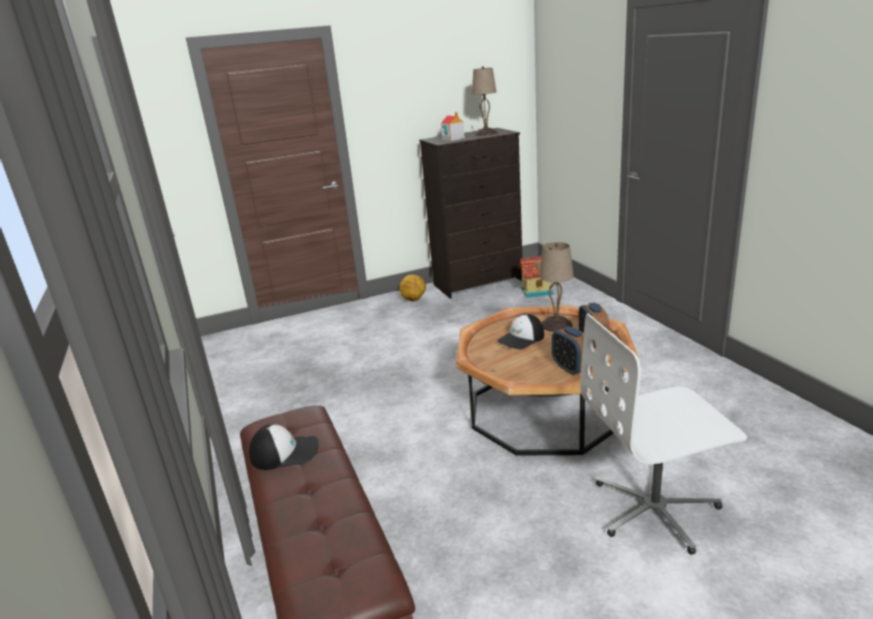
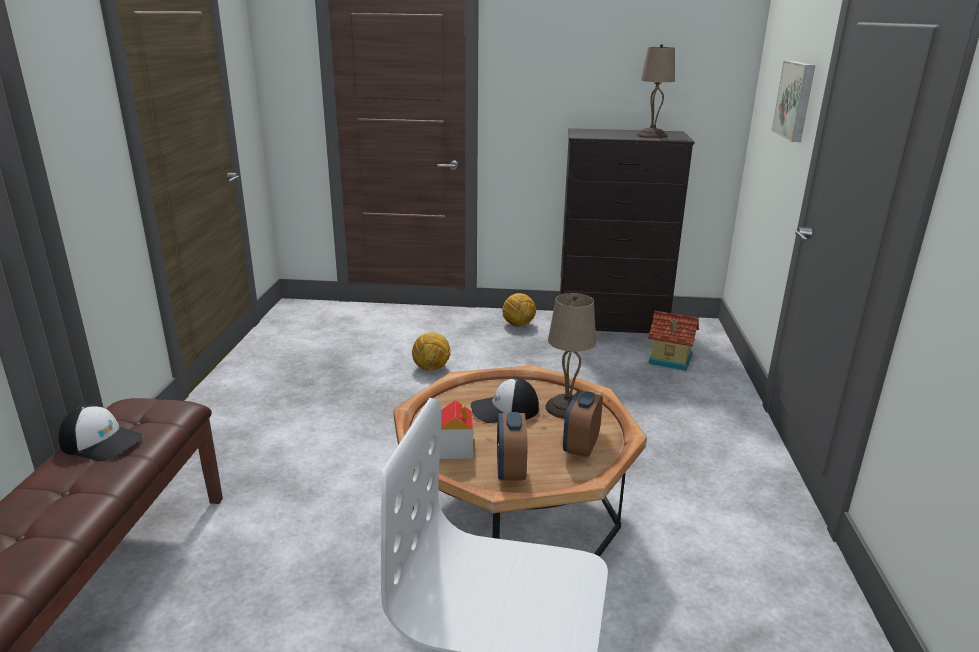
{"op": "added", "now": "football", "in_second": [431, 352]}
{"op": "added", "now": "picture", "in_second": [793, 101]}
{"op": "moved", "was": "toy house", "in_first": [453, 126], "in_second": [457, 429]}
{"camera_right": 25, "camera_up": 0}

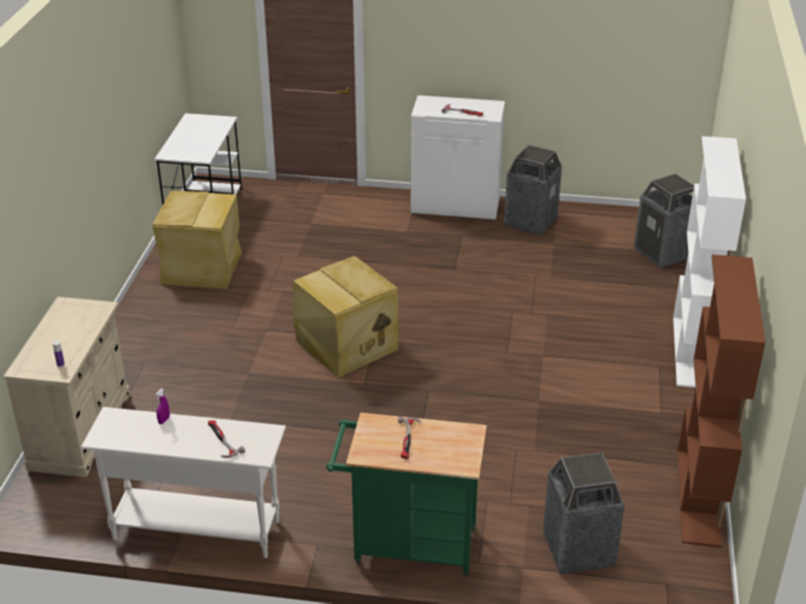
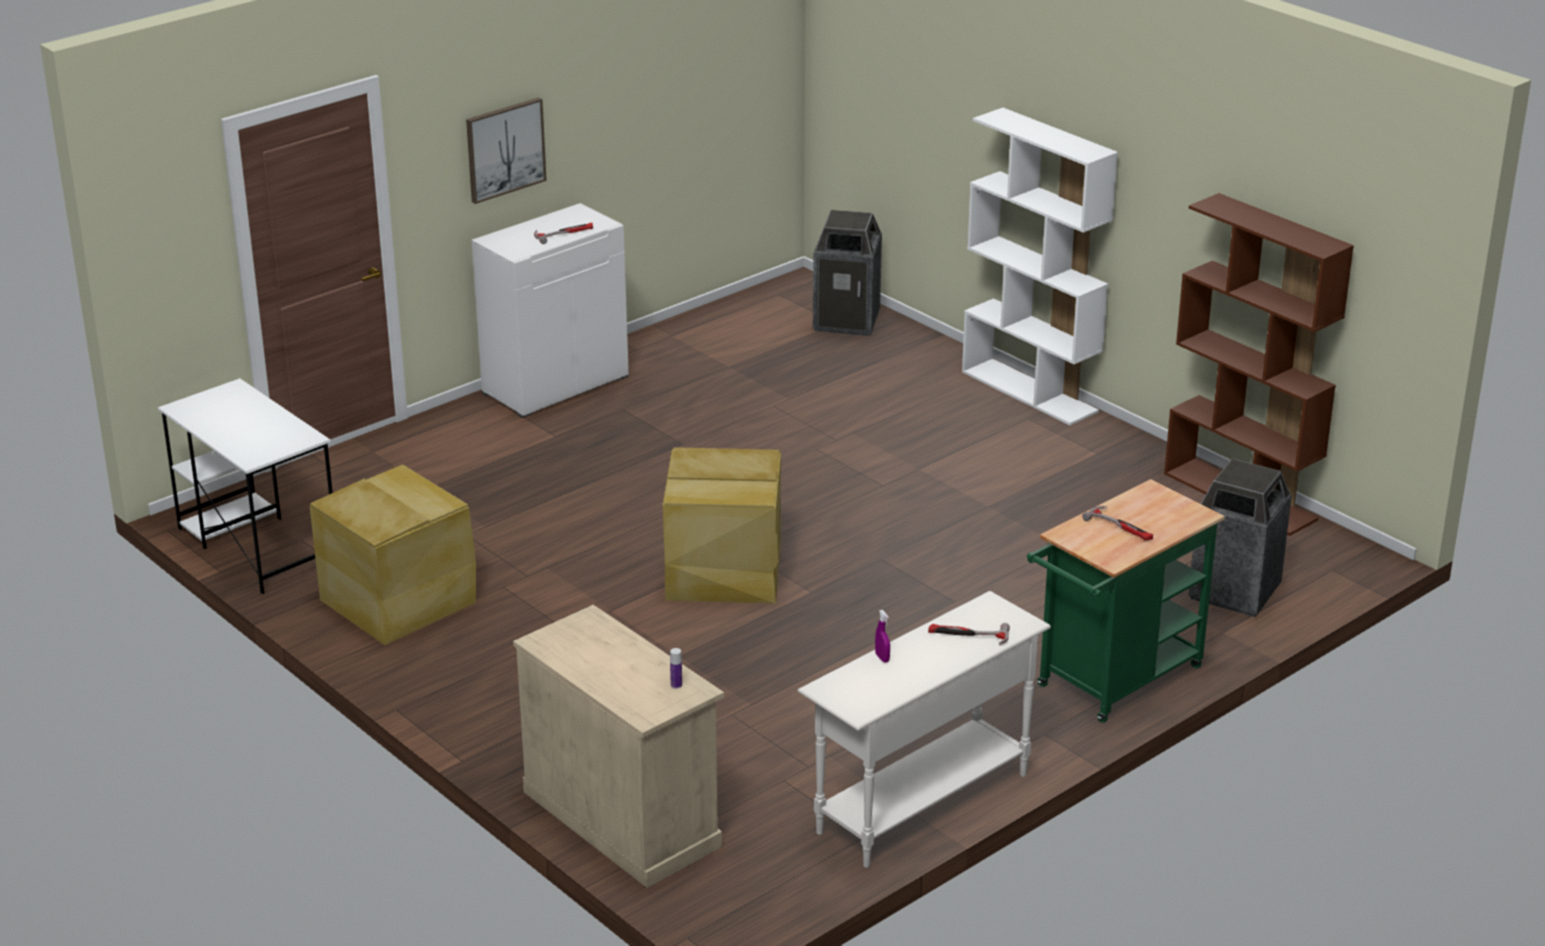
{"op": "removed", "was": "trash can", "in_first": [533, 190]}
{"op": "added", "now": "picture", "in_second": [506, 150]}
{"camera_right": -50, "camera_up": -5}

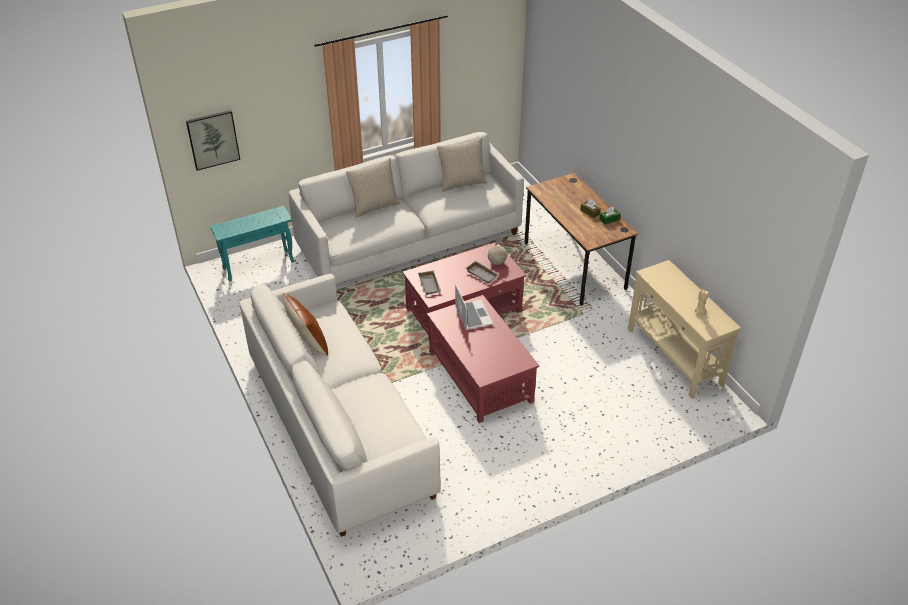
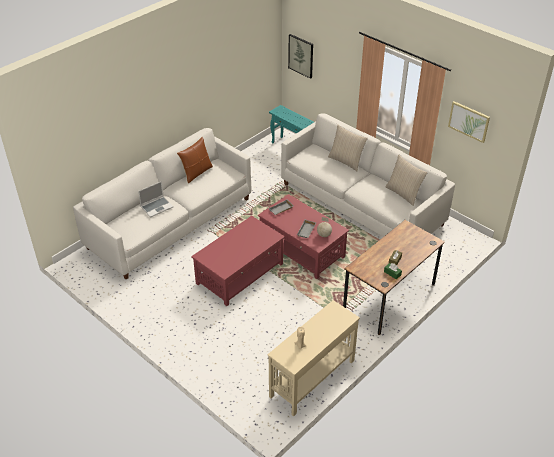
{"op": "added", "now": "picture", "in_second": [469, 122]}
{"op": "moved", "was": "laptop", "in_first": [474, 307], "in_second": [155, 199]}
{"camera_right": 70, "camera_up": 0}

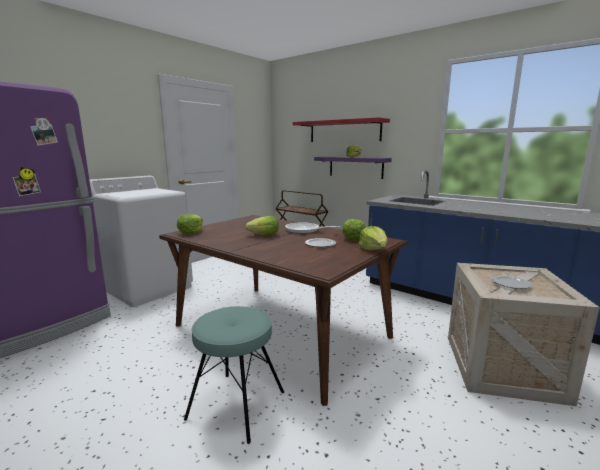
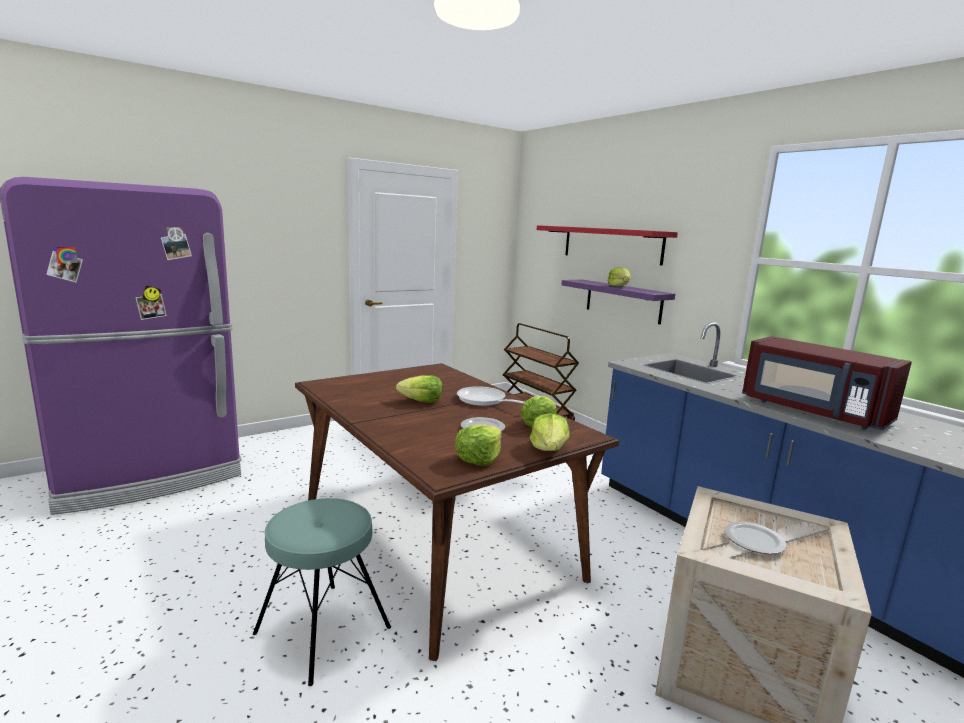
{"op": "removed", "was": "washing machine/white", "in_first": [141, 241]}
{"op": "added", "now": "microwave/red", "in_second": [827, 383]}
{"op": "moved", "was": "lettuce", "in_first": [190, 224], "in_second": [478, 445]}
{"camera_right": 15, "camera_up": 0}

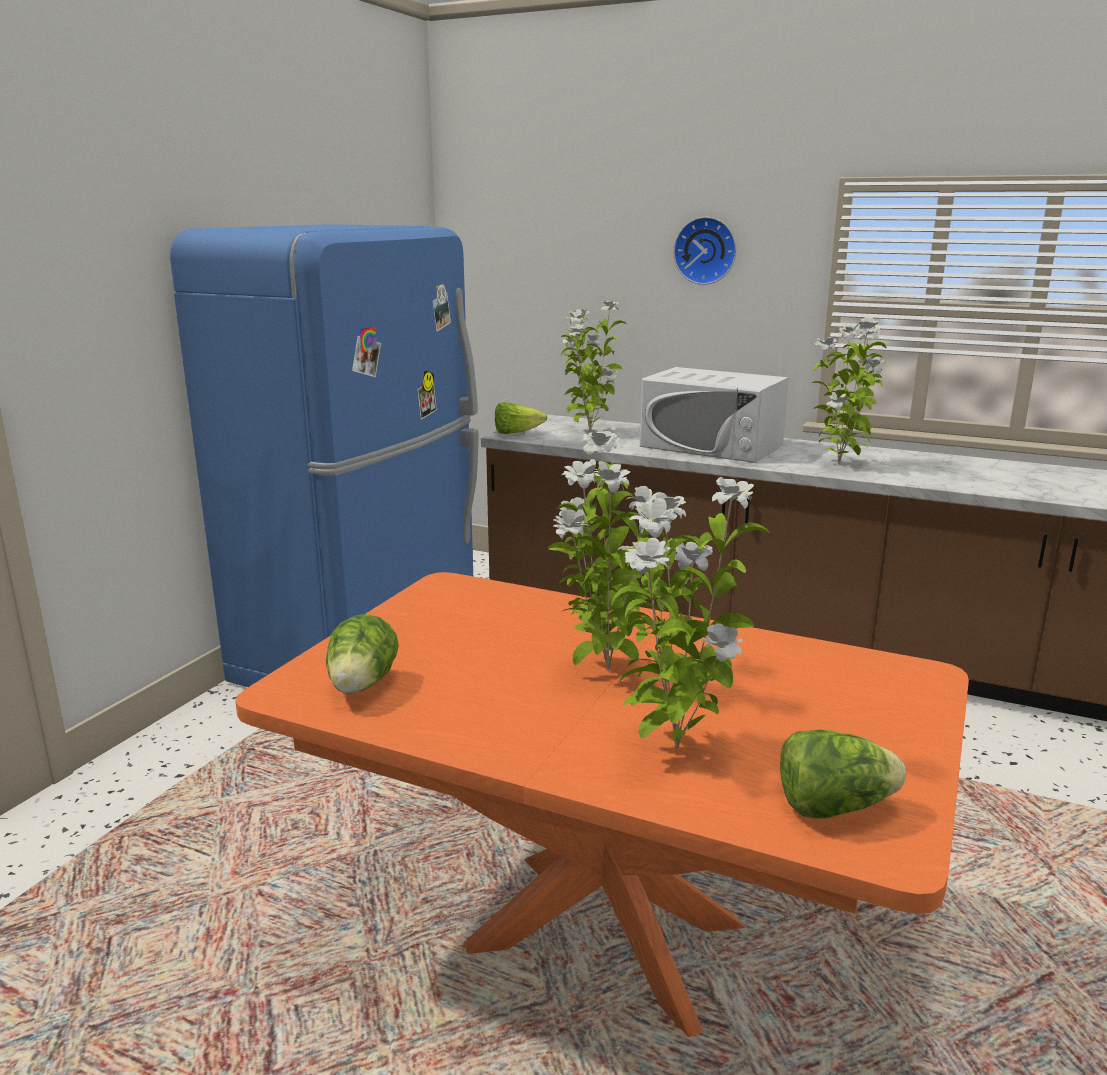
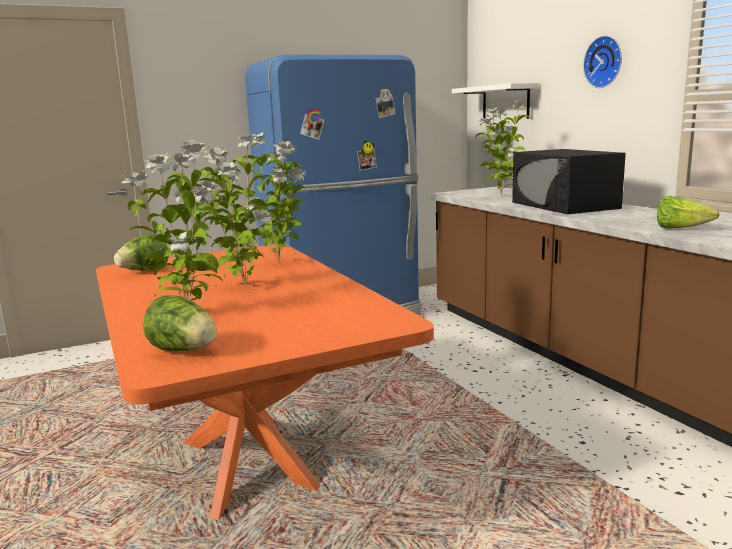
{"op": "added", "now": "shelf/white", "in_second": [495, 101]}
{"op": "moved", "was": "lettuce", "in_first": [521, 418], "in_second": [688, 212]}
{"op": "moved", "was": "potted plant", "in_first": [849, 391], "in_second": [275, 197]}
{"op": "recoloured", "was": "microwave/white", "now": "microwave/black", "in_first": [714, 415], "in_second": [569, 181]}
{"camera_right": 40, "camera_up": -5}

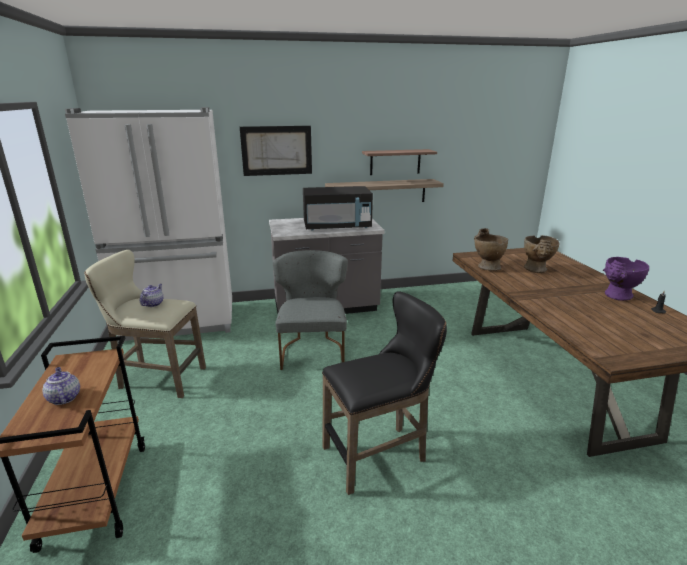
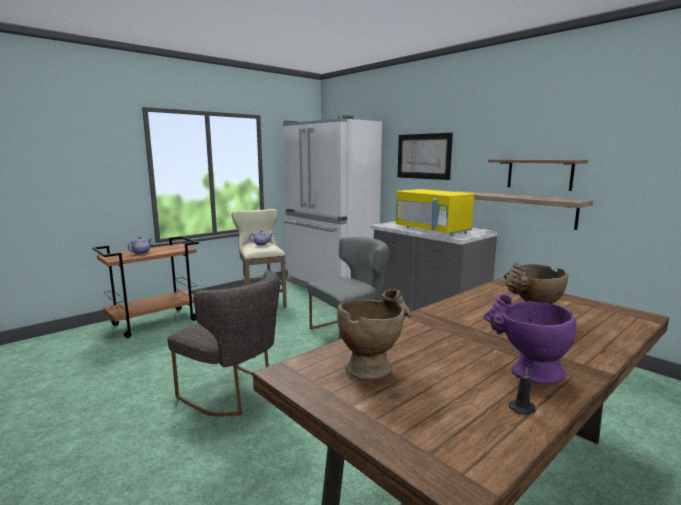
{"op": "moved", "was": "vase/beige", "in_first": [491, 249], "in_second": [374, 334]}
{"op": "replaced", "was": "stool/black", "now": "chair/grey", "in_first": [384, 393], "in_second": [223, 343]}
{"op": "recoloured", "was": "microwave/black", "now": "microwave/yellow", "in_first": [338, 208], "in_second": [435, 212]}
{"camera_right": 60, "camera_up": -10}

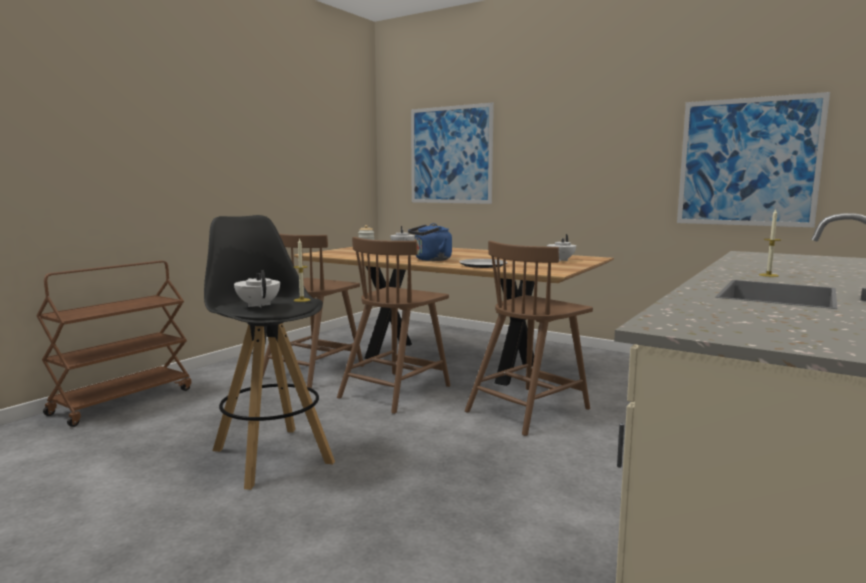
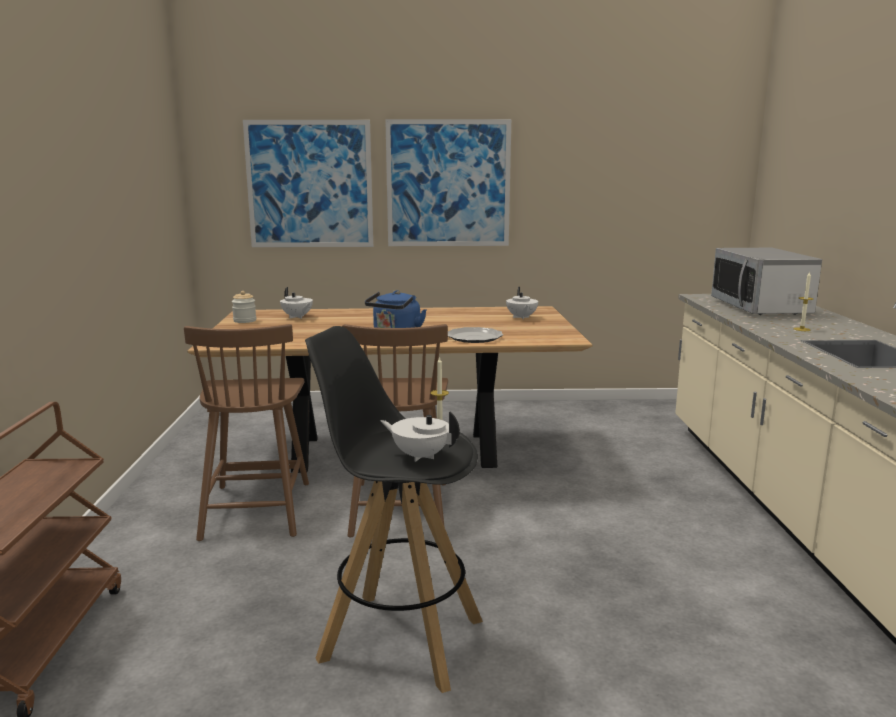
{"op": "removed", "was": "chair/brown", "in_first": [529, 338]}
{"op": "added", "now": "microwave", "in_second": [766, 281]}
{"op": "moved", "was": "picture", "in_first": [753, 160], "in_second": [448, 182]}
{"camera_right": -35, "camera_up": 5}

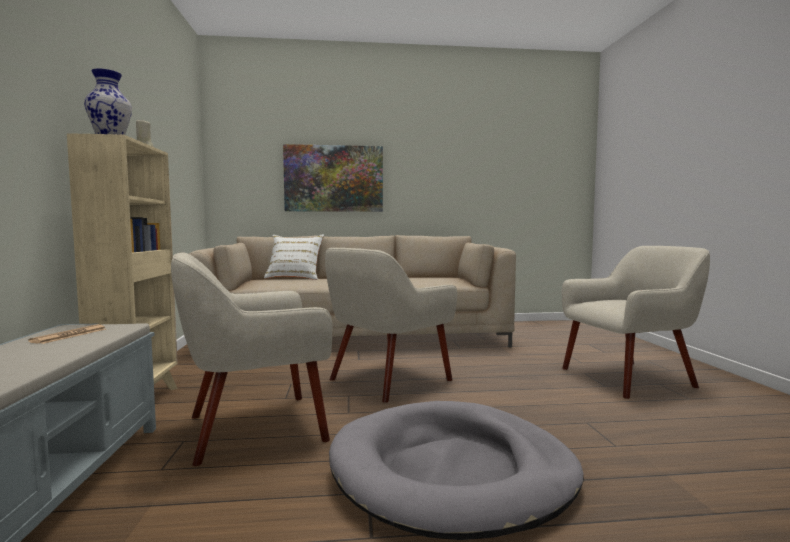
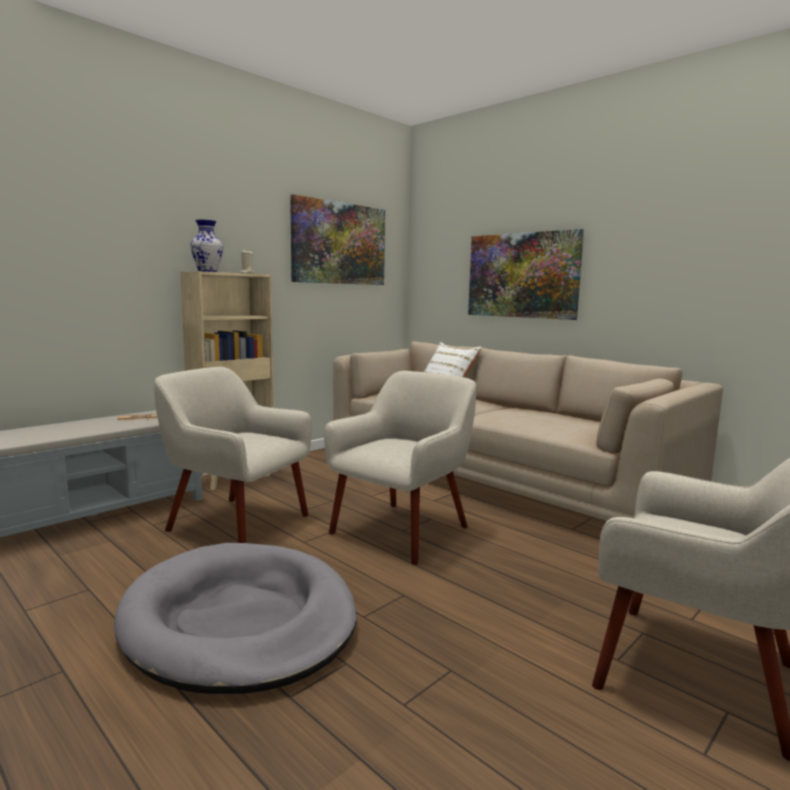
{"op": "added", "now": "picture", "in_second": [337, 239]}
{"op": "turned", "was": "armchair/beige", "in_first": [391, 325], "in_second": [400, 468], "clockwise": 120}
{"camera_right": 50, "camera_up": 5}

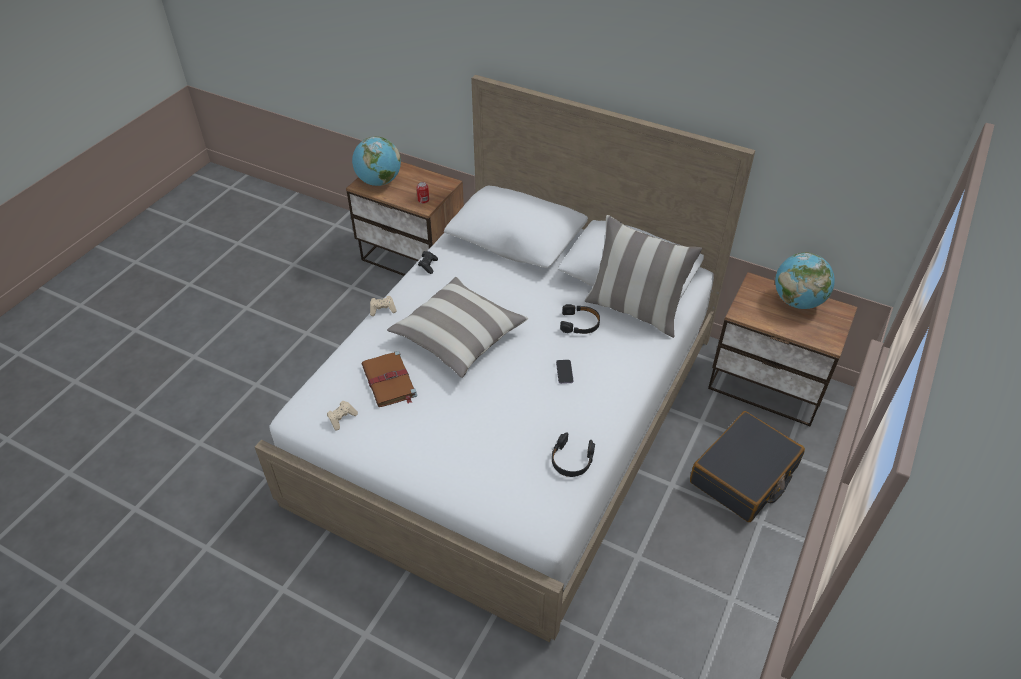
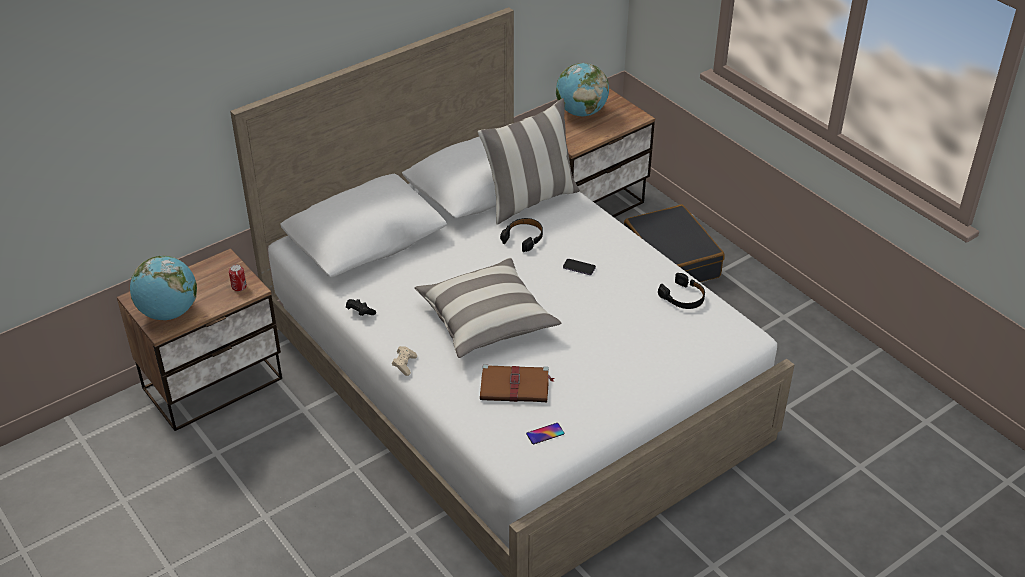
{"op": "replaced", "was": "game controller/beige", "now": "phone", "in_first": [342, 415], "in_second": [545, 433]}
{"camera_right": -65, "camera_up": -5}

